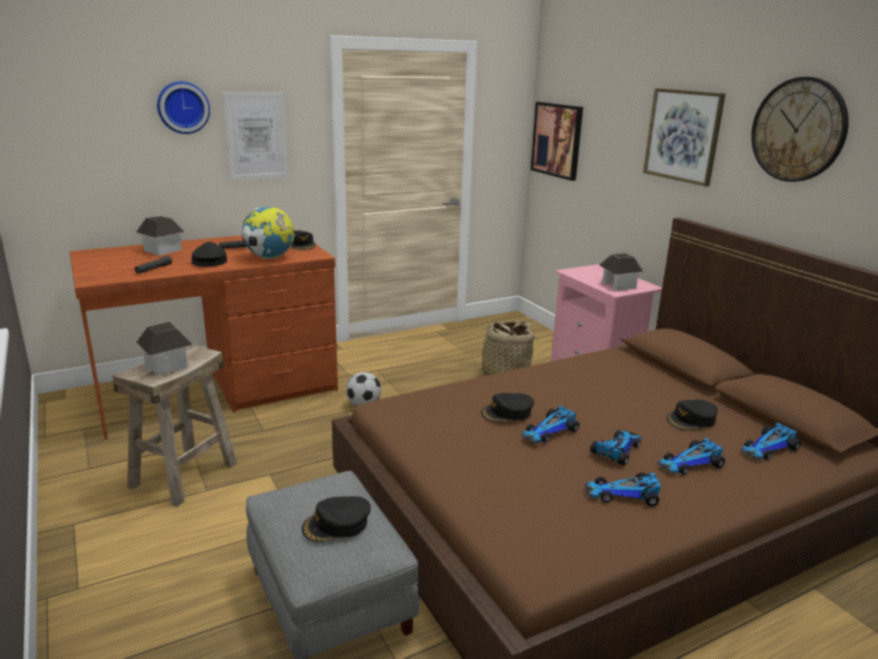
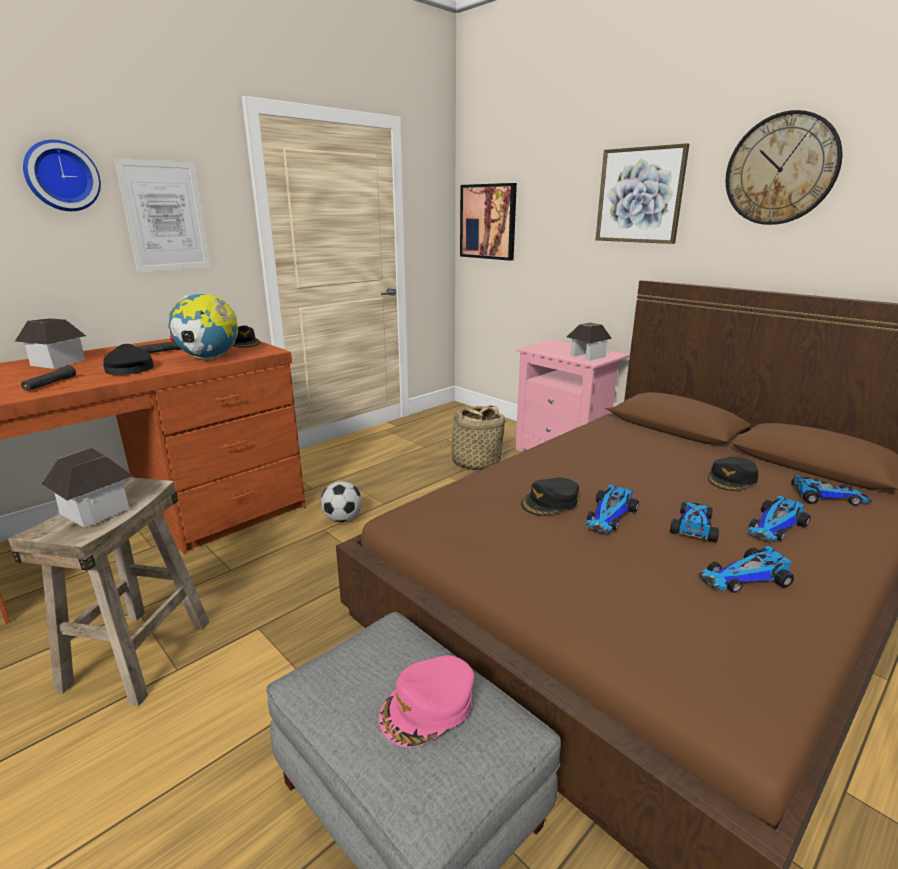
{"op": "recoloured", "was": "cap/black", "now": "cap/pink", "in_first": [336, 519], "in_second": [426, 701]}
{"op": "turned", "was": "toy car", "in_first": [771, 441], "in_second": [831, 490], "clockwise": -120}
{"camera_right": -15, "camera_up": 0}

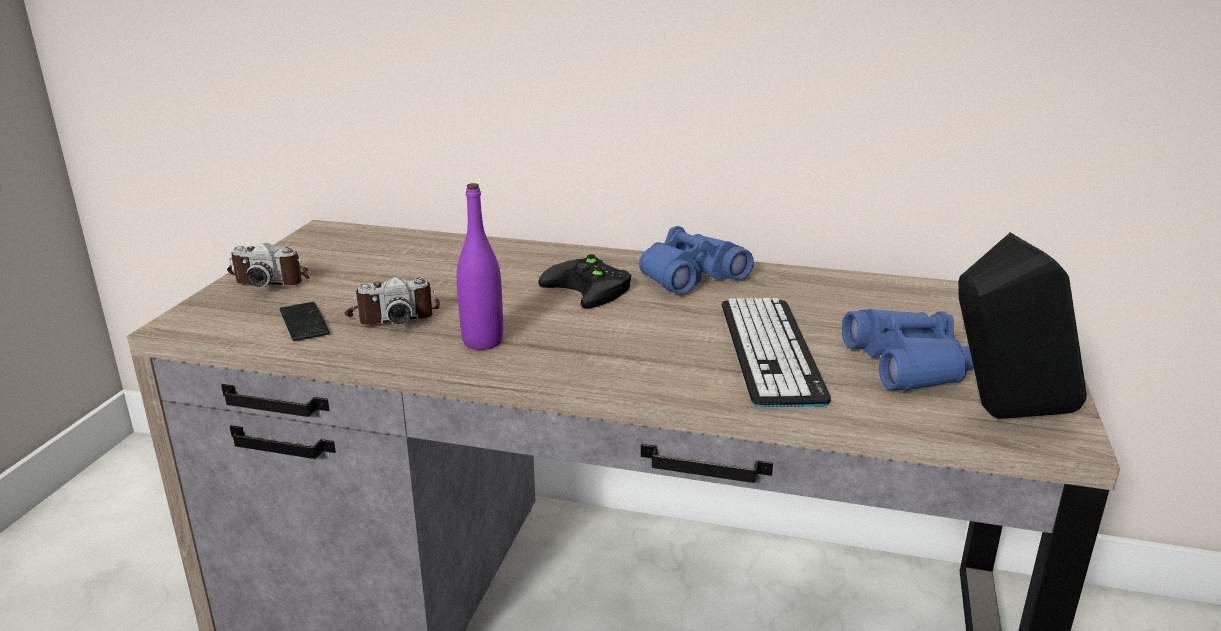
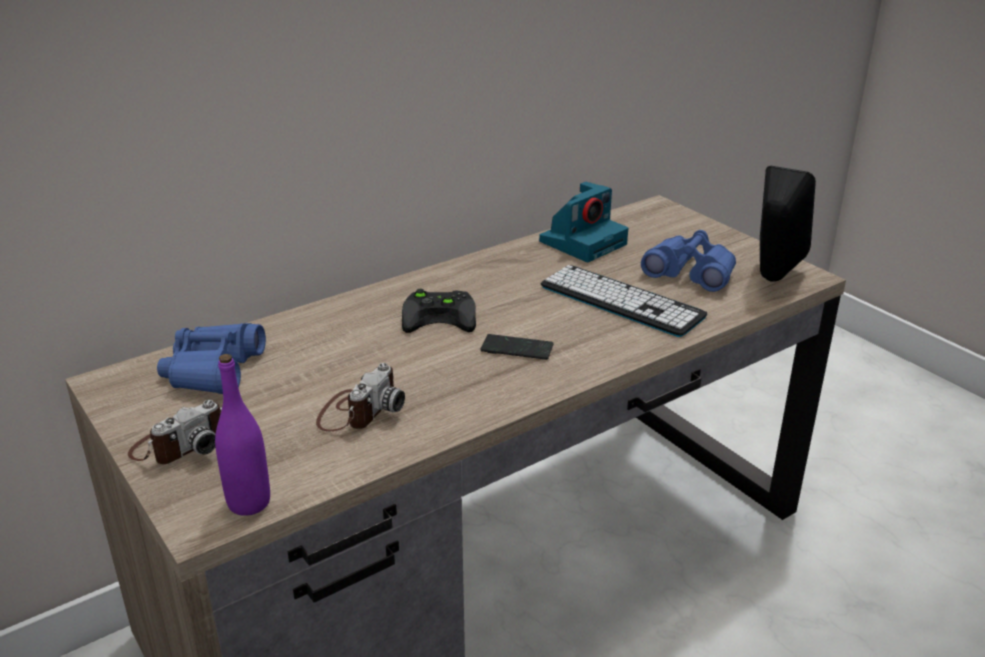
{"op": "added", "now": "photo camera", "in_second": [583, 222]}
{"op": "moved", "was": "phone", "in_first": [305, 321], "in_second": [517, 347]}
{"op": "moved", "was": "bottle/purple", "in_first": [480, 266], "in_second": [242, 435]}
{"op": "moved", "was": "binoculars/blue", "in_first": [696, 260], "in_second": [211, 358]}
{"camera_right": -50, "camera_up": 5}

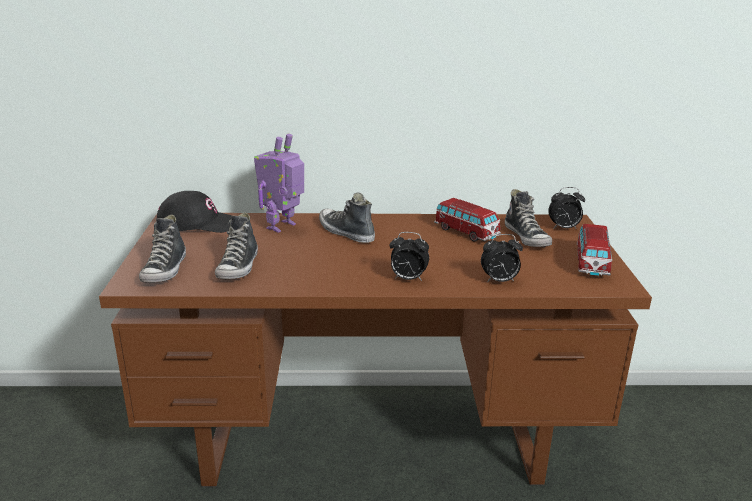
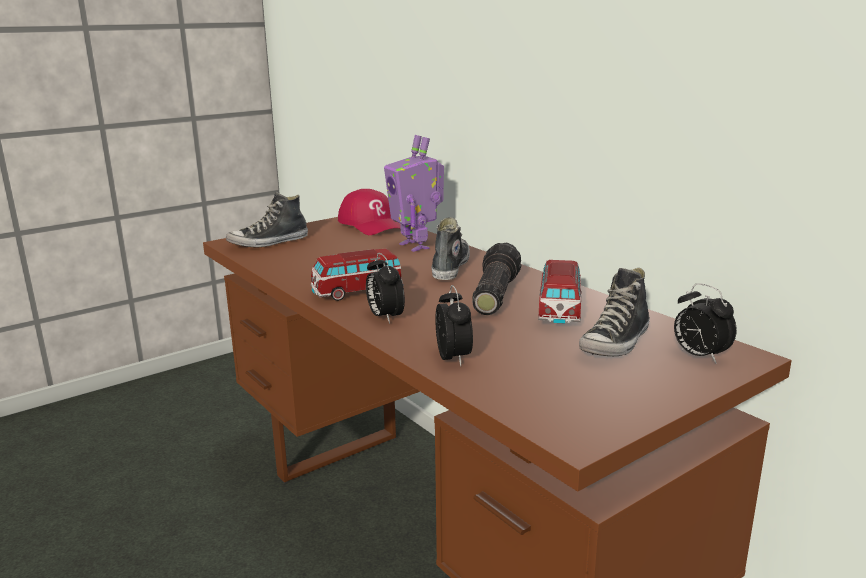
{"op": "removed", "was": "shoe", "in_first": [236, 246]}
{"op": "added", "now": "flashlight", "in_second": [496, 279]}
{"op": "moved", "was": "toy car", "in_first": [594, 250], "in_second": [357, 275]}
{"op": "recoloured", "was": "cap/black", "now": "cap/red", "in_first": [194, 212], "in_second": [369, 212]}
{"op": "turned", "was": "toy robot", "in_first": [279, 183], "in_second": [414, 193], "clockwise": -120}
{"op": "turned", "was": "alarm clock", "in_first": [502, 258], "in_second": [454, 325], "clockwise": -150}
{"camera_right": 55, "camera_up": -5}

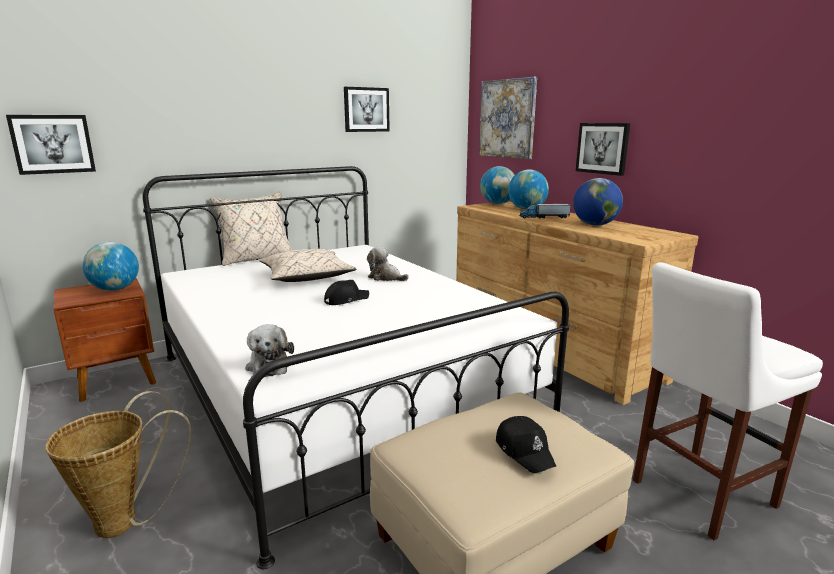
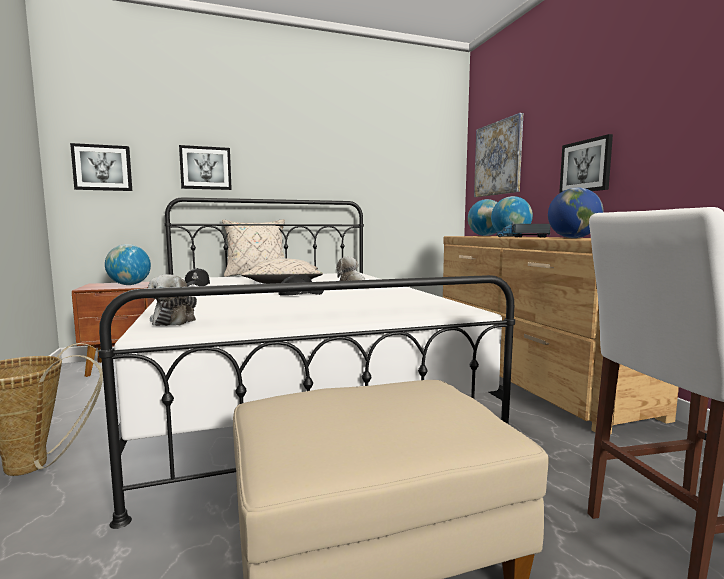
{"op": "moved", "was": "picture", "in_first": [367, 109], "in_second": [205, 167]}
{"op": "moved", "was": "cap/black", "in_first": [526, 444], "in_second": [197, 277]}
{"camera_right": 15, "camera_up": -10}

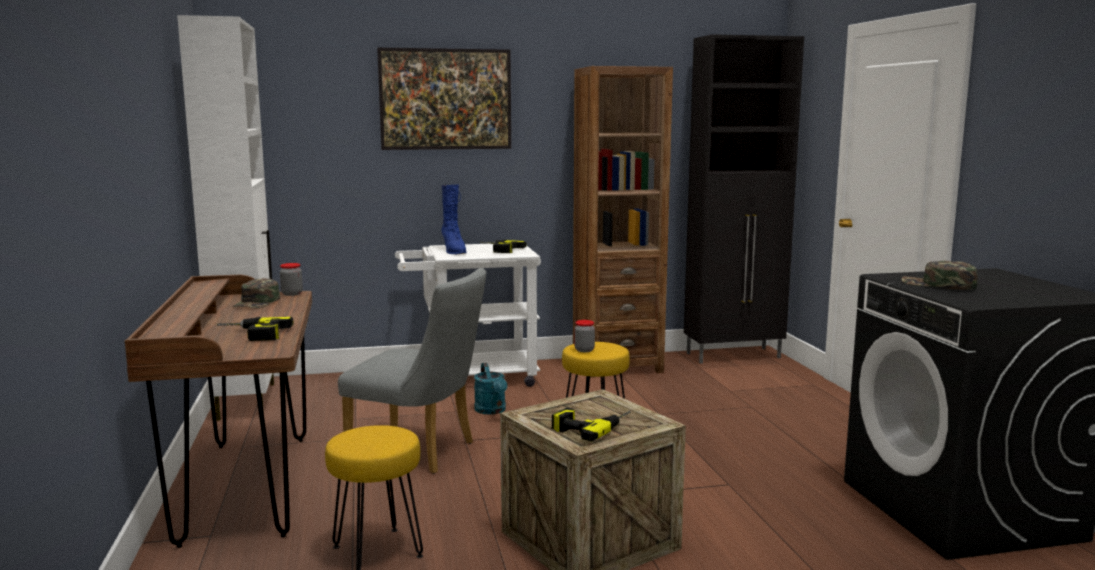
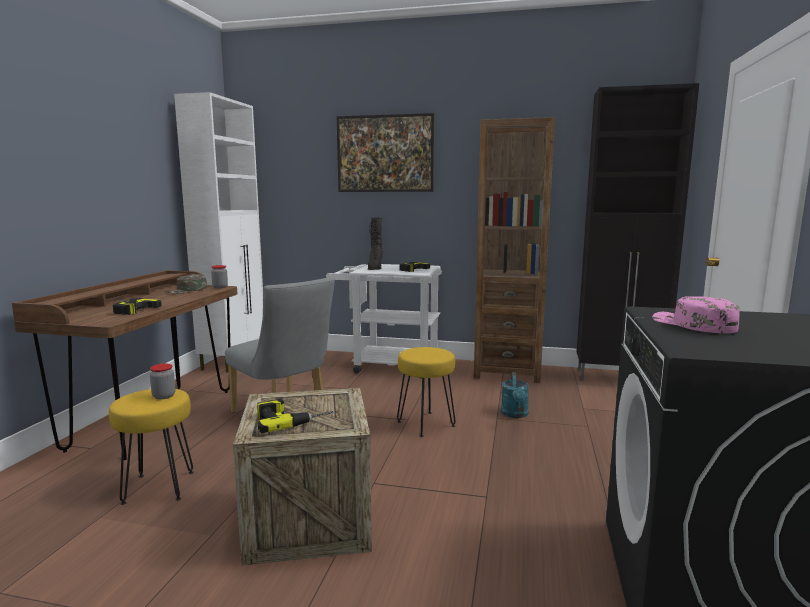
{"op": "moved", "was": "watering can/turquoise", "in_first": [490, 389], "in_second": [515, 395]}
{"op": "moved", "was": "jar", "in_first": [584, 336], "in_second": [162, 381]}
{"op": "recoloured", "was": "boot/blue", "now": "boot/black", "in_first": [454, 219], "in_second": [375, 243]}
{"op": "recoloured", "was": "cap/green", "now": "cap/pink", "in_first": [939, 275], "in_second": [696, 314]}
{"camera_right": 25, "camera_up": 0}

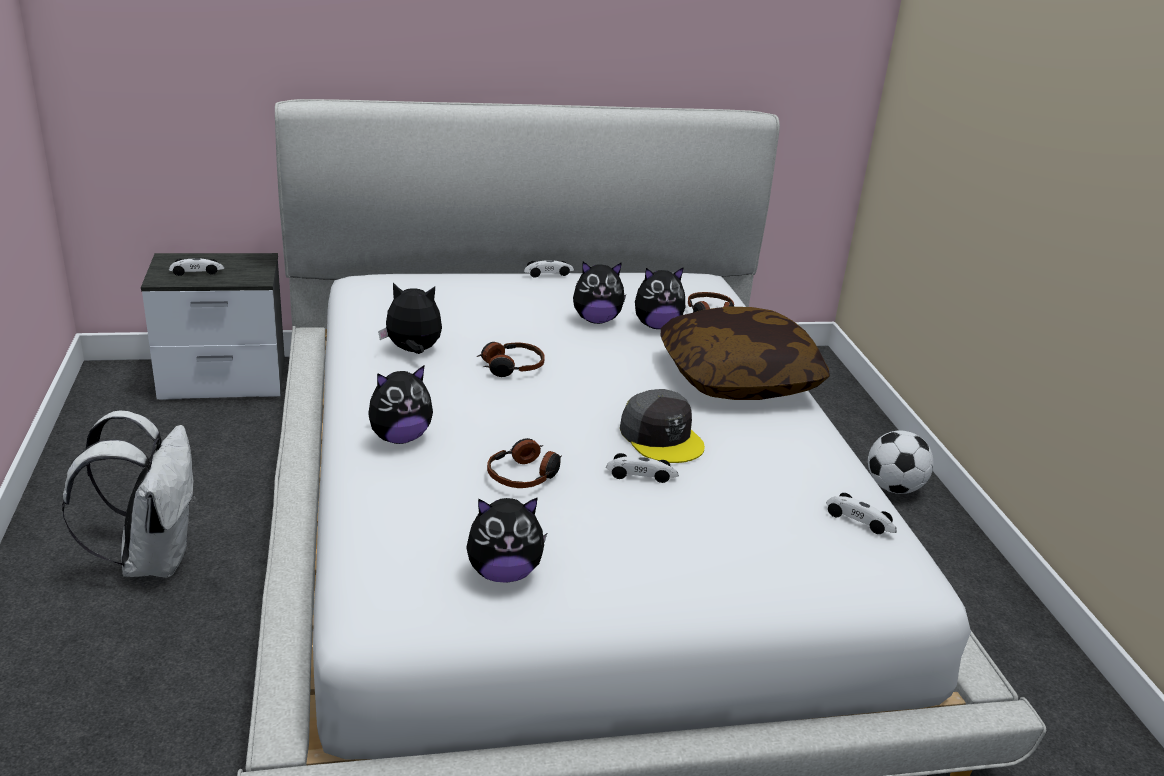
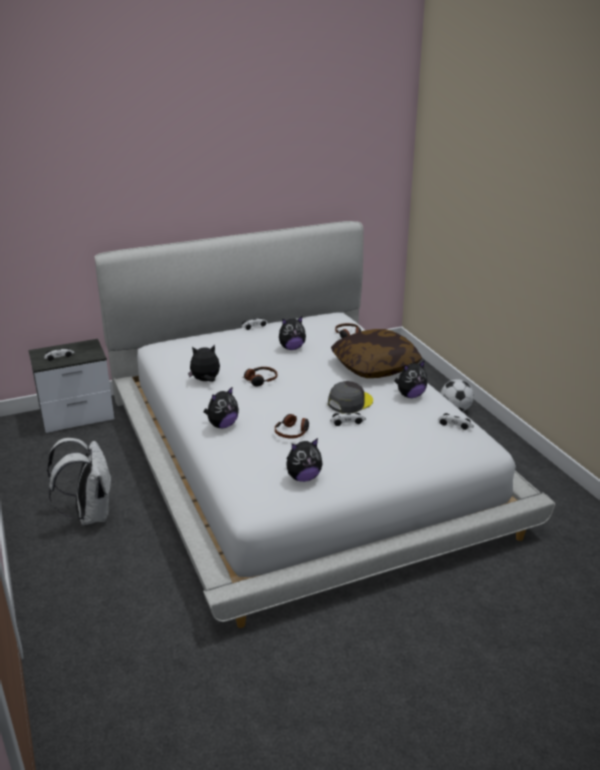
{"op": "moved", "was": "plush toy", "in_first": [660, 298], "in_second": [411, 379]}
{"op": "turned", "was": "cap/grey", "in_first": [662, 426], "in_second": [350, 397], "clockwise": -90}
{"camera_right": -10, "camera_up": 0}

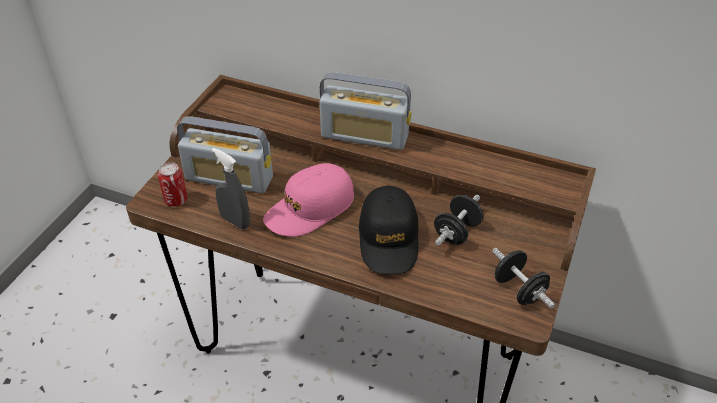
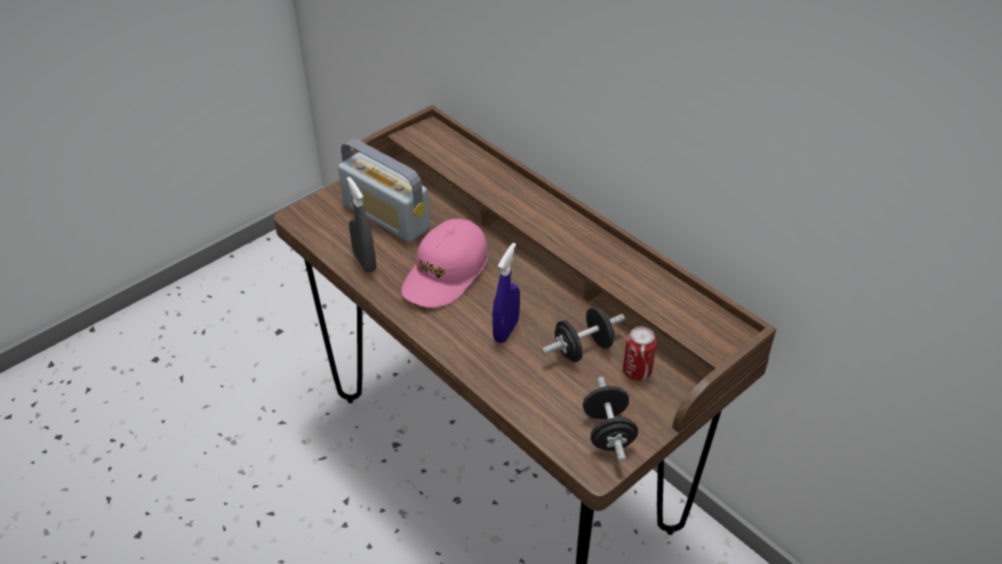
{"op": "removed", "was": "radio", "in_first": [365, 111]}
{"op": "moved", "was": "can", "in_first": [173, 184], "in_second": [640, 354]}
{"op": "replaced", "was": "cap/black", "now": "spray bottle/blue", "in_first": [389, 229], "in_second": [506, 293]}
{"op": "turned", "was": "cap/pink", "in_first": [308, 200], "in_second": [444, 263], "clockwise": -45}
{"camera_right": 25, "camera_up": 0}

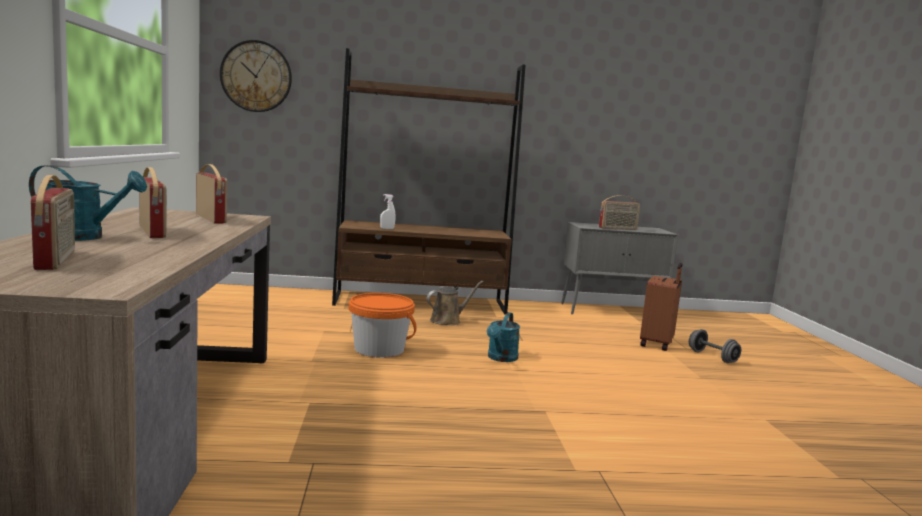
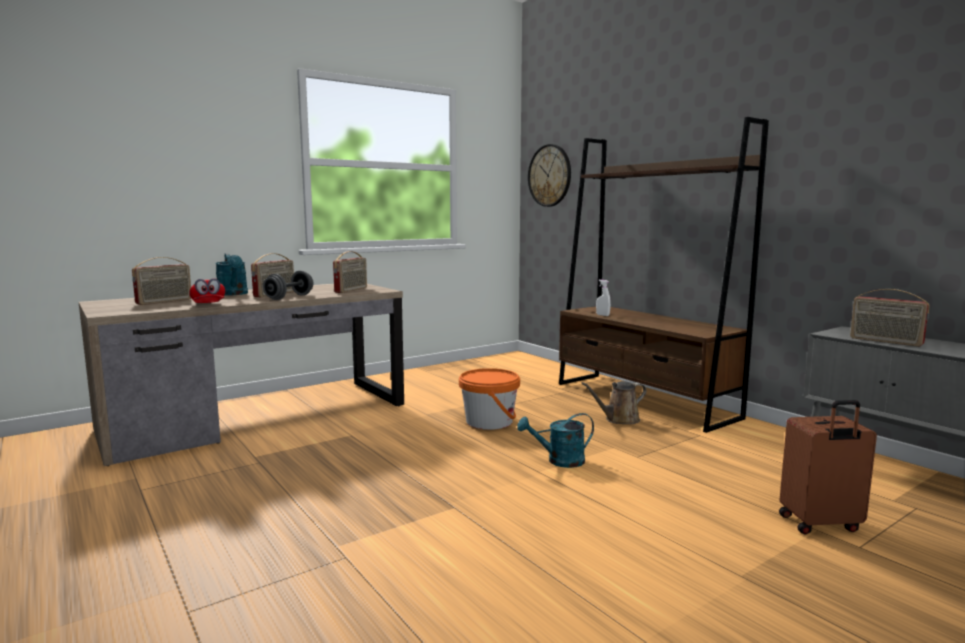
{"op": "added", "now": "cap/red", "in_second": [207, 290]}
{"op": "moved", "was": "dumbbell/grey", "in_first": [715, 346], "in_second": [288, 285]}
{"op": "turned", "was": "watering can/brown", "in_first": [455, 303], "in_second": [614, 402], "clockwise": 135}
{"camera_right": 60, "camera_up": 0}

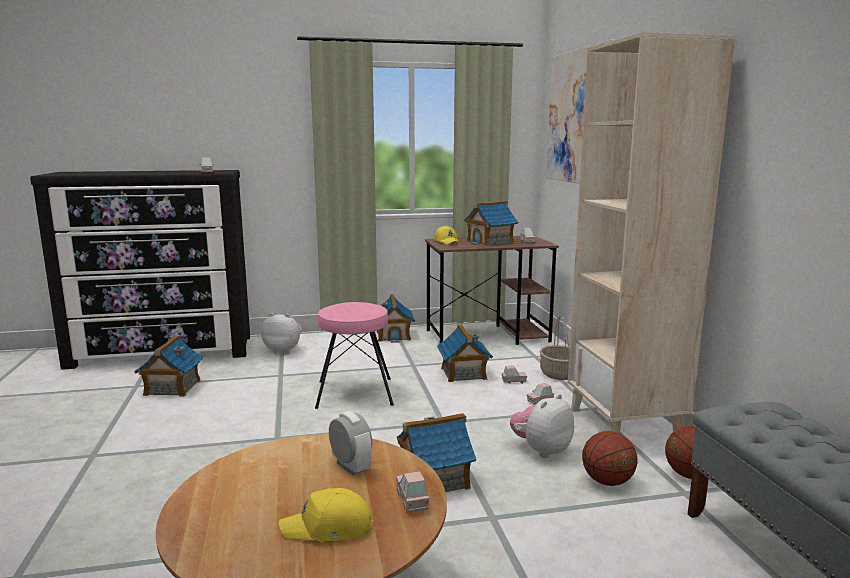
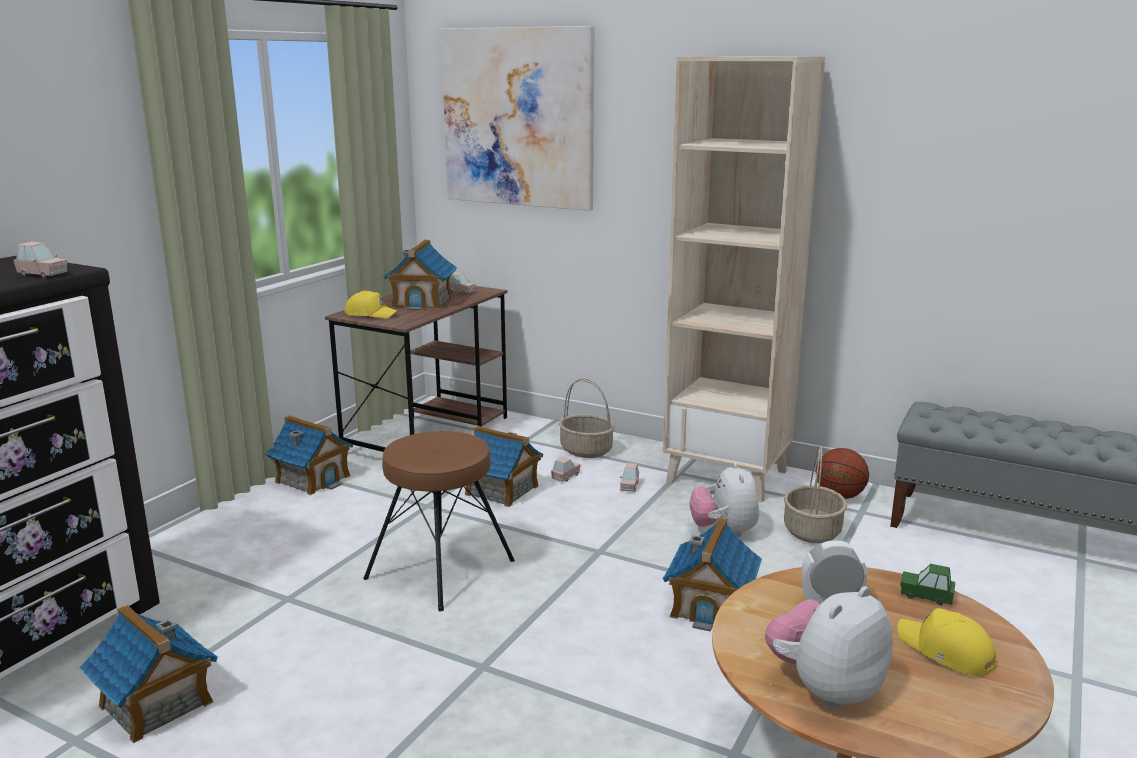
{"op": "moved", "was": "plush toy", "in_first": [281, 333], "in_second": [829, 647]}
{"op": "replaced", "was": "basketball", "now": "basket", "in_first": [609, 458], "in_second": [815, 494]}
{"op": "recoloured", "was": "stool/pink", "now": "stool/brown", "in_first": [354, 355], "in_second": [439, 521]}
{"op": "recoloured", "was": "toy car/pink", "now": "toy car/green", "in_first": [412, 492], "in_second": [927, 584]}
{"op": "turned", "was": "cap/yellow", "in_first": [326, 514], "in_second": [947, 642], "clockwise": 105}
{"camera_right": -50, "camera_up": 5}

